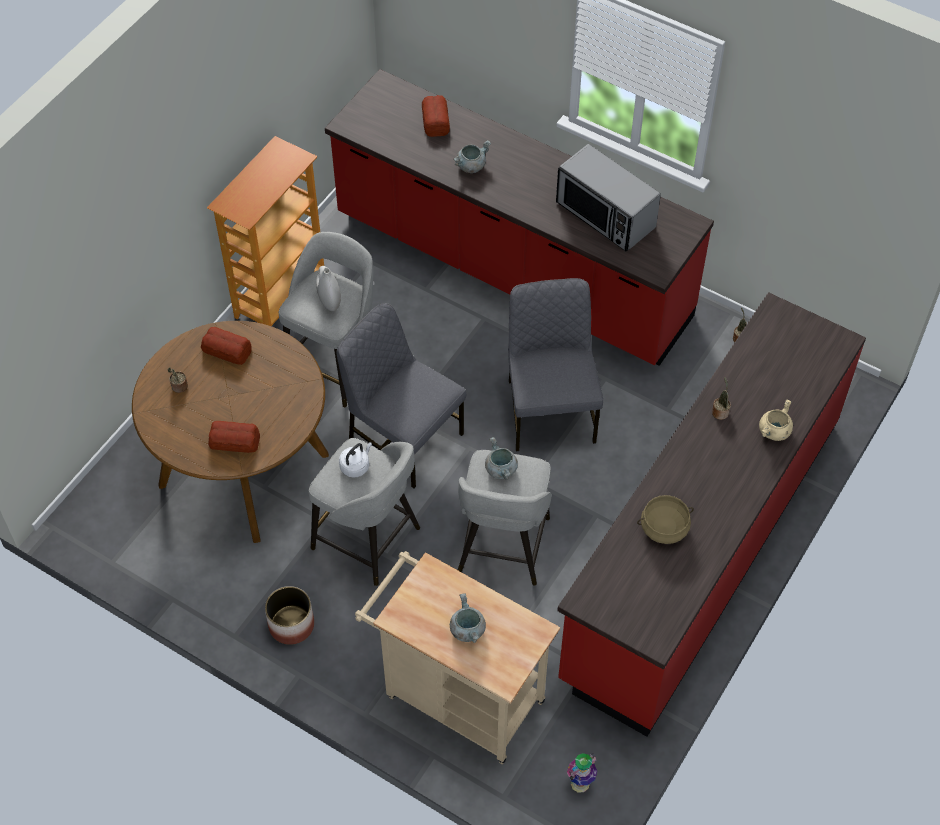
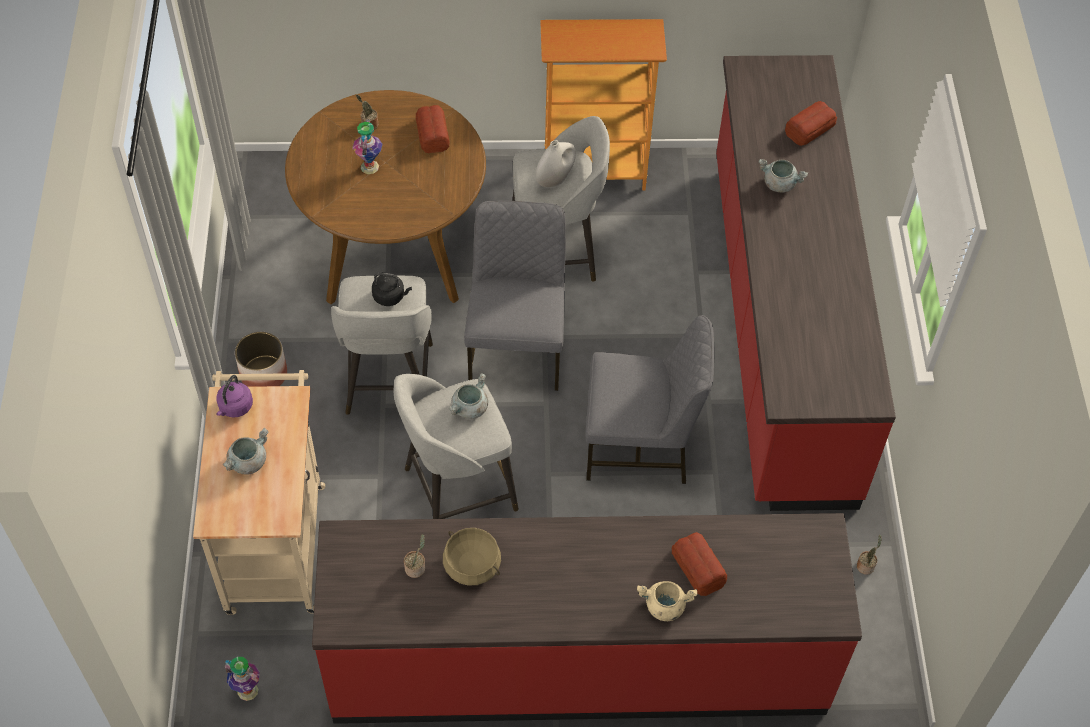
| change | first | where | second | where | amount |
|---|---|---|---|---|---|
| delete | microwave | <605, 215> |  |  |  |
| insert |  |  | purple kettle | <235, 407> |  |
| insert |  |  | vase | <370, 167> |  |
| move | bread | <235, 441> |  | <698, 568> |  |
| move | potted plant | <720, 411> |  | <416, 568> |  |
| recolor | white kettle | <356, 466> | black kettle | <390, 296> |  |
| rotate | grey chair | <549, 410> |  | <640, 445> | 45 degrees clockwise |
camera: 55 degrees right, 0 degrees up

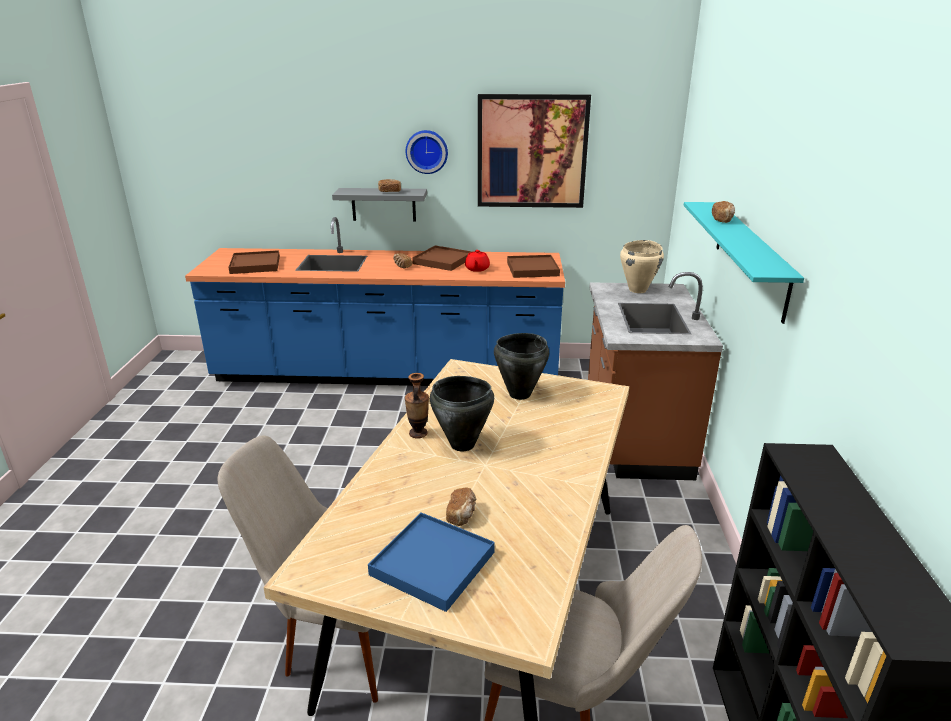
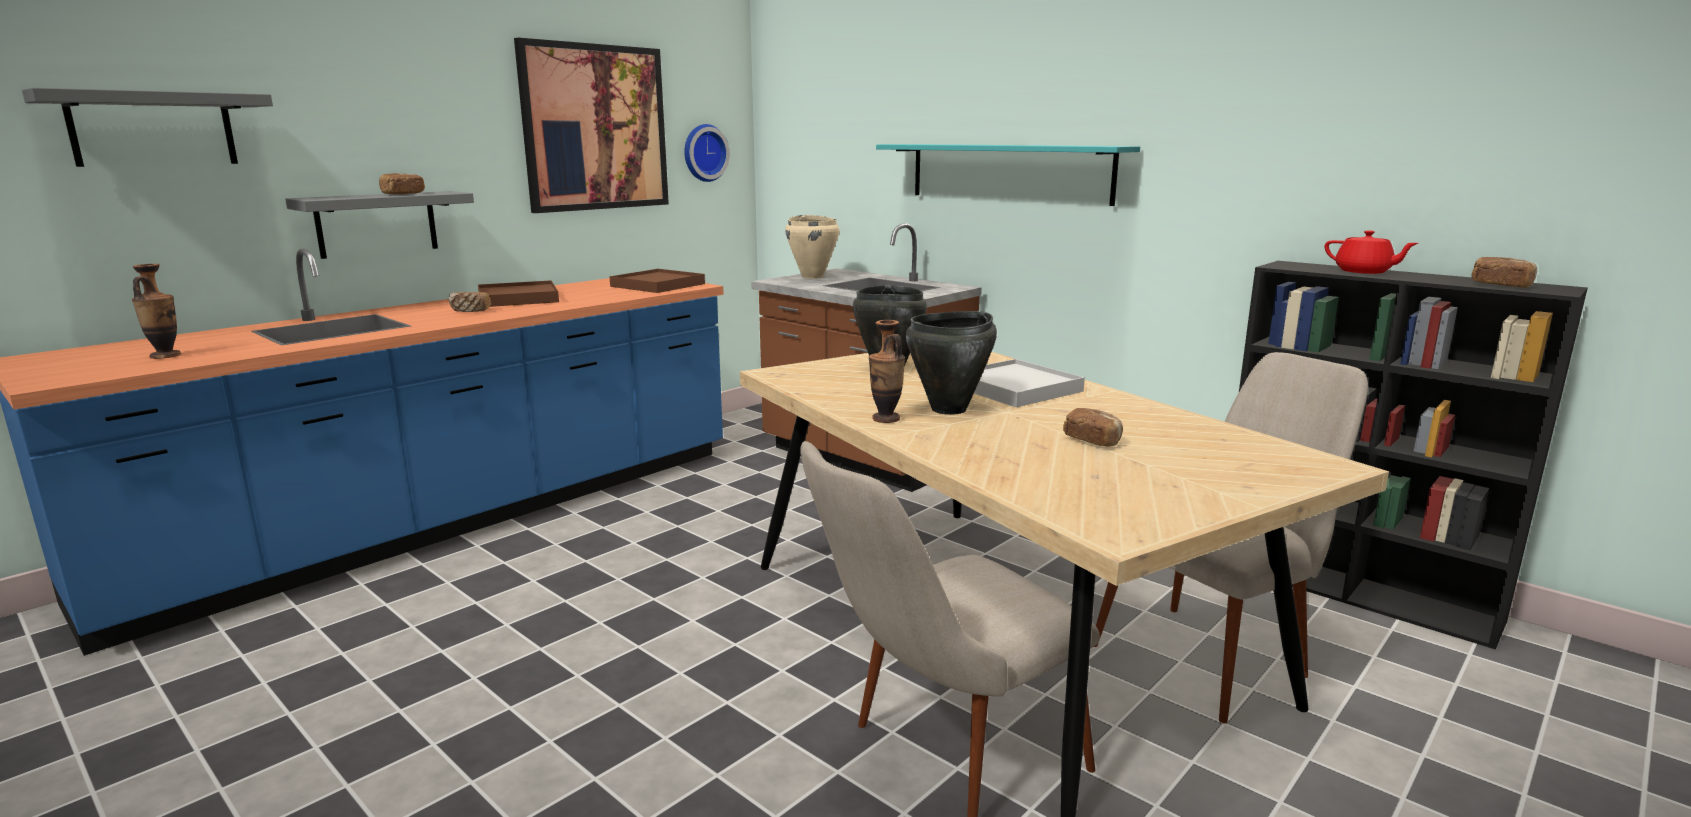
| change | first | where | second | where | amount |
|---|---|---|---|---|---|
| delete | blue tray | <433, 563> |  |  |  |
| insert |  |  | grey shelf | <153, 129> |  |
| insert |  |  | white tray | <1015, 388> |  |
| move | wall clock | <427, 151> |  | <703, 153> |  |
| move | red teapot | <477, 269> |  | <1364, 272> |  |
| move | bread | <722, 219> |  | <1500, 285> |  |
| replace | brown tray | <255, 265> | vase | <165, 356> |  |
camera: 50 degrees left, 10 degrees down

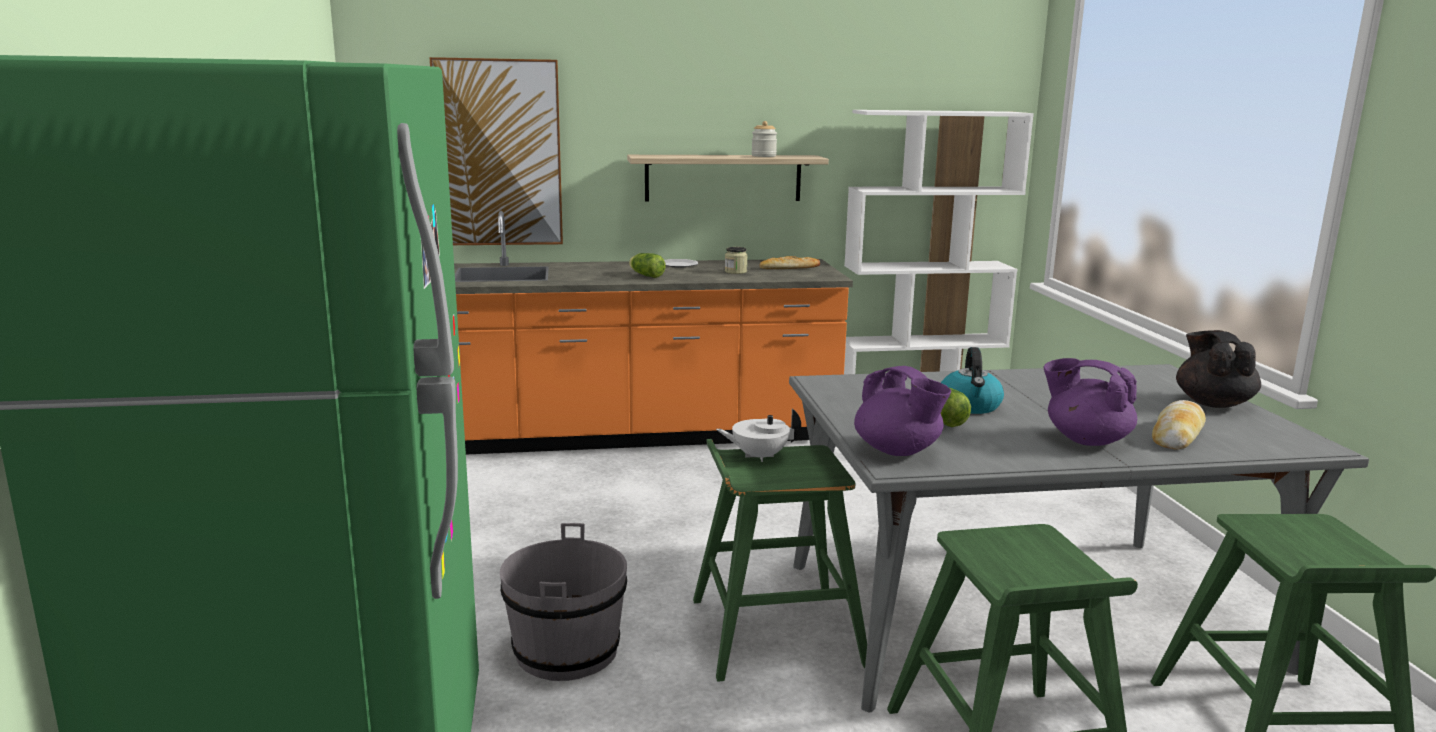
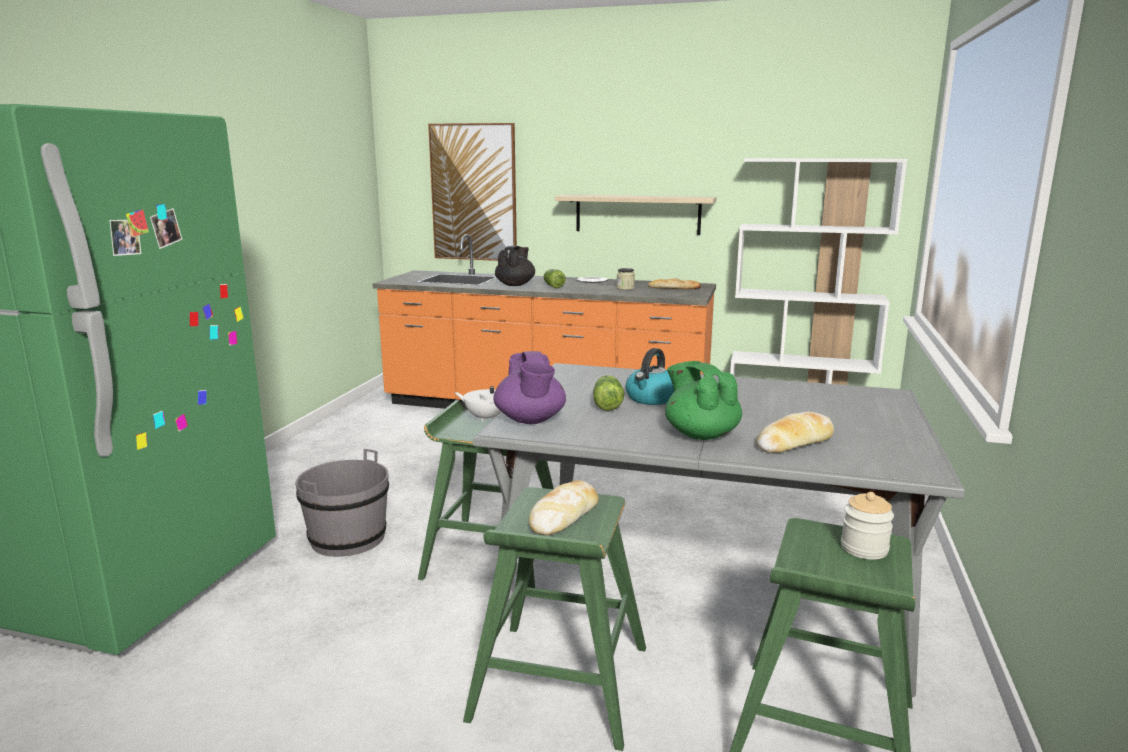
| change | first | where | second | where | amount |
|---|---|---|---|---|---|
| insert |  |  | bread | <564, 516> |  |
| move | jar | <763, 156> |  | <864, 549> |  |
| move | black teapot | <1212, 403> |  | <515, 285> |  |
| recolor | purple teapot | <1086, 440> | green teapot | <701, 434> |  |
camera: 25 degrees right, 0 degrees up

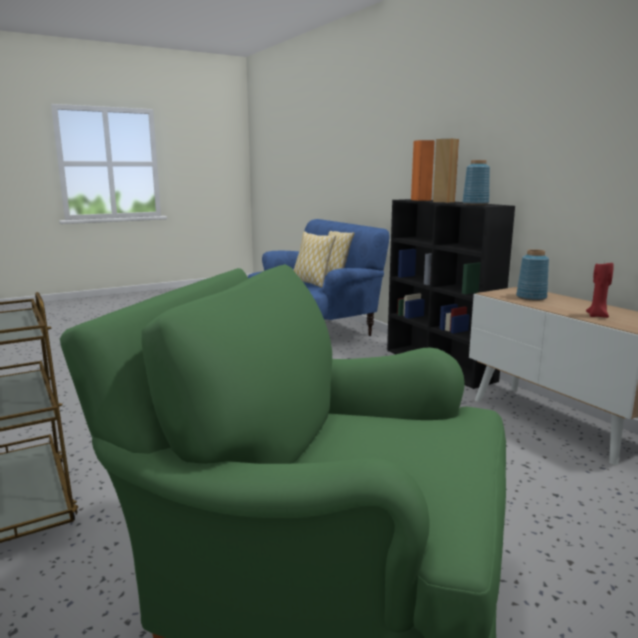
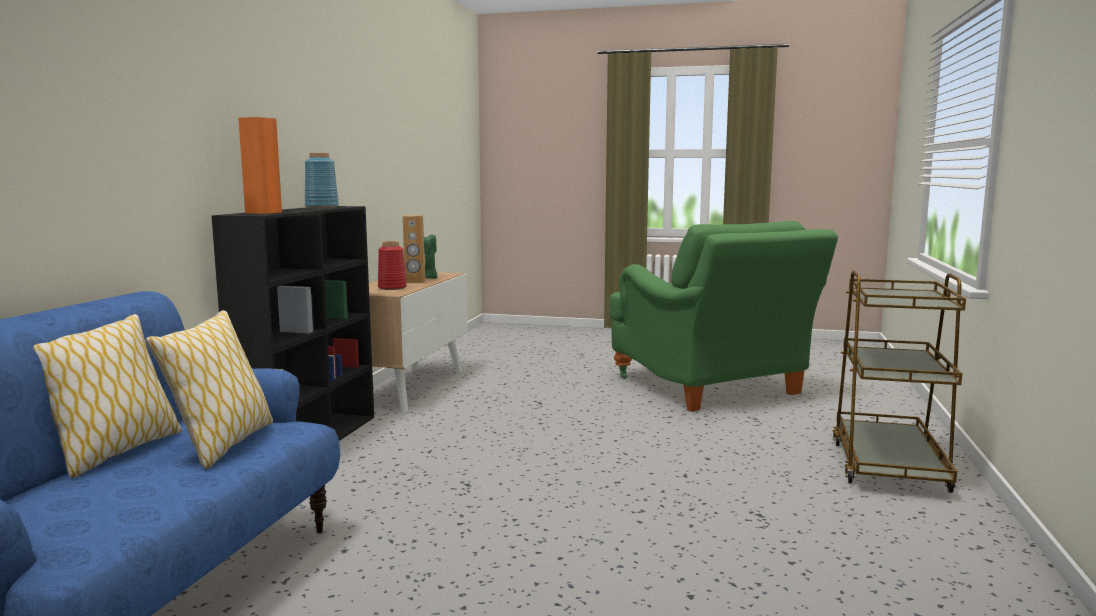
| change | first | where | second | where | amount |
|---|---|---|---|---|---|
| move | brown speaker | <443, 202> |  | <415, 281> |  |
| recolor | blue vase | <530, 297> | red vase | <392, 288> |  |
| recolor | red candle | <597, 316> | green candle | <429, 278> |  |
camera: 135 degrees left, 5 degrees down

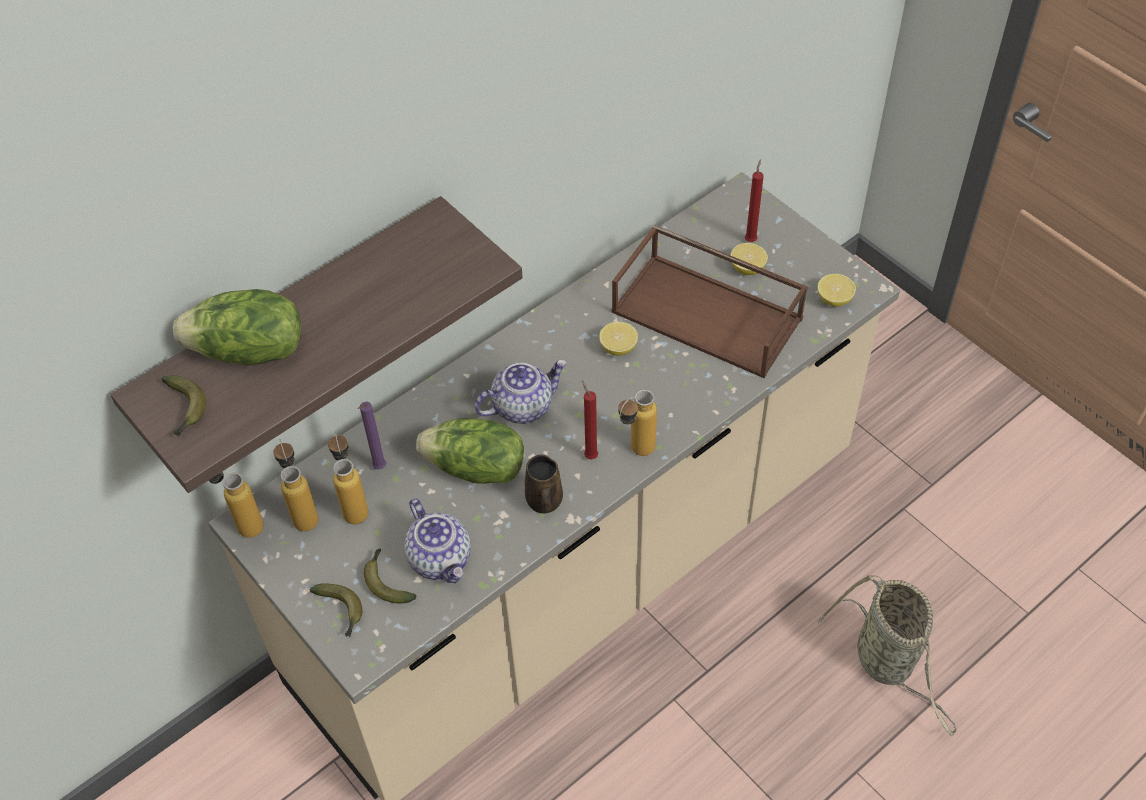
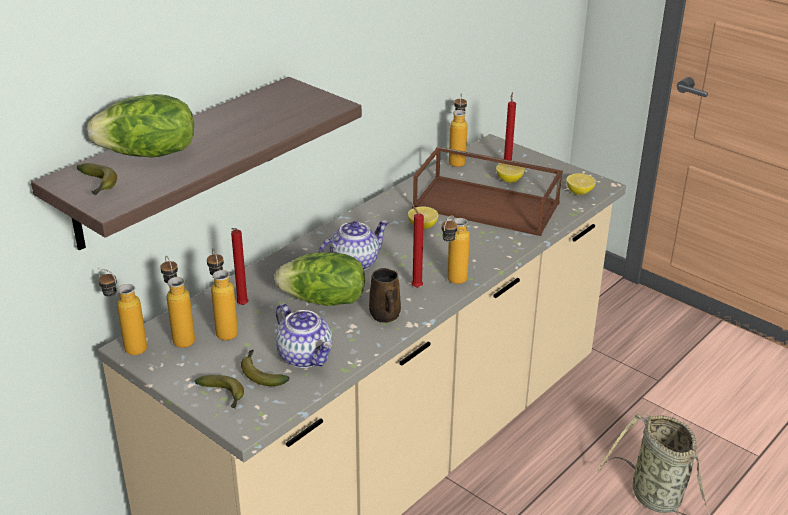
| change | first | where | second | where | amount |
|---|---|---|---|---|---|
| insert |  |  | bottle | <457, 160> |  |
| recolor | purple candle | <378, 468> | red candle | <241, 306> |  |
camera: 10 degrees left, 20 degrees down

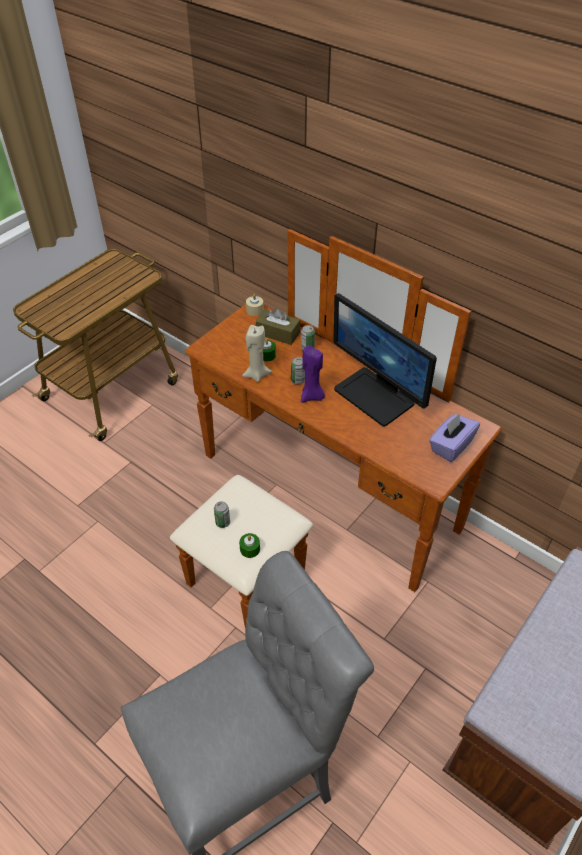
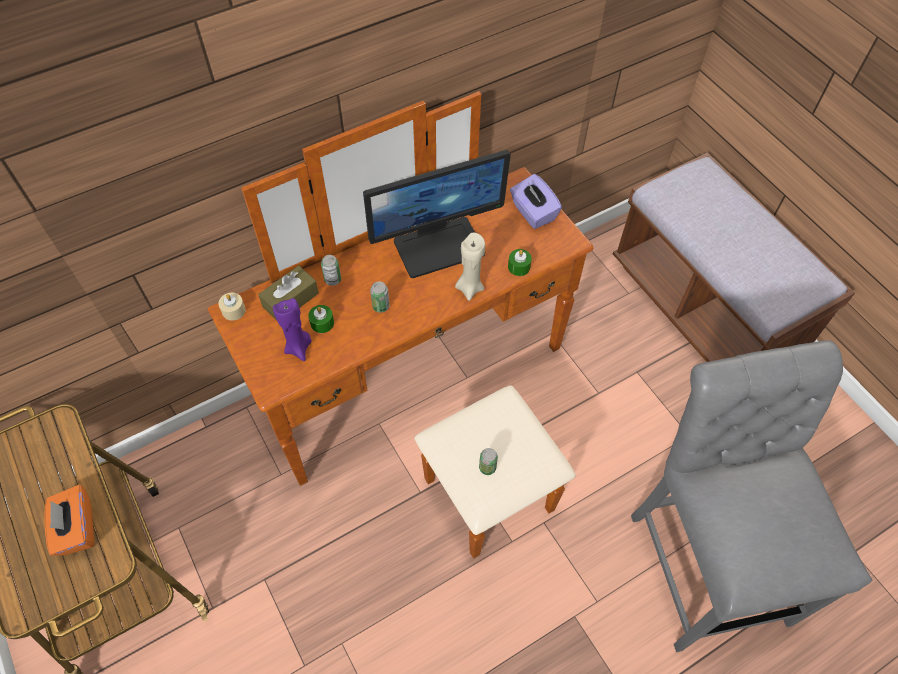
| change | first | where | second | where | amount |
|---|---|---|---|---|---|
| insert |  |  | orange tissue box | <76, 529> |  |
| move | green candle | <250, 549> |  | <519, 267> |  |
| move | beige candle | <256, 374> |  | <469, 287> |  |
| move | purple candle | <312, 396> |  | <298, 347> |  |
camera: 70 degrees left, 10 degrees up

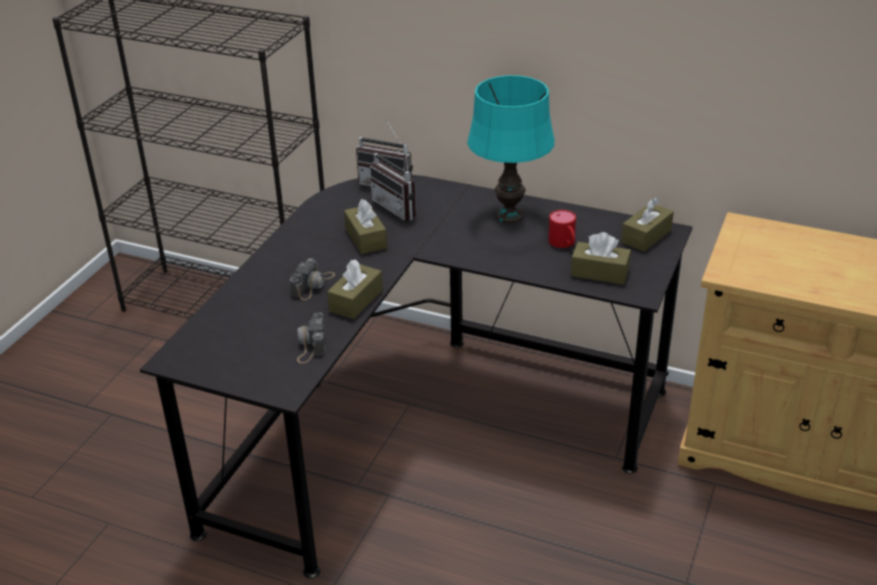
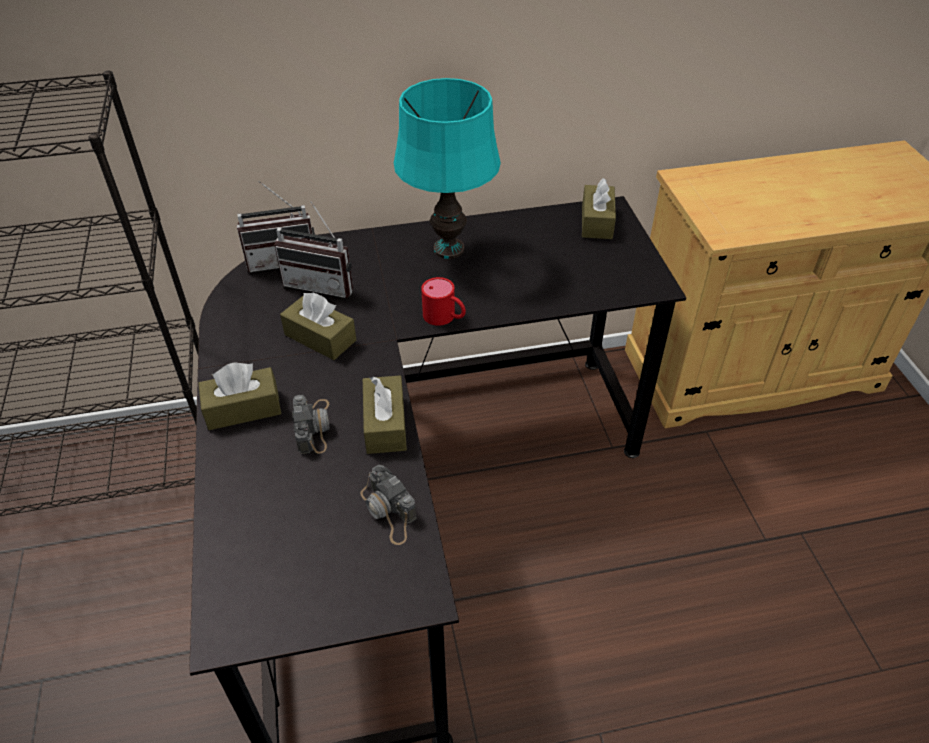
| change | first | where | second | where | amount |
|---|---|---|---|---|---|
| move | red mug | <564, 243> |  | <445, 317> |  |
| move | brown tissue box | <599, 272> |  | <243, 409> |  |
camera: 35 degrees left, 10 degrees up

